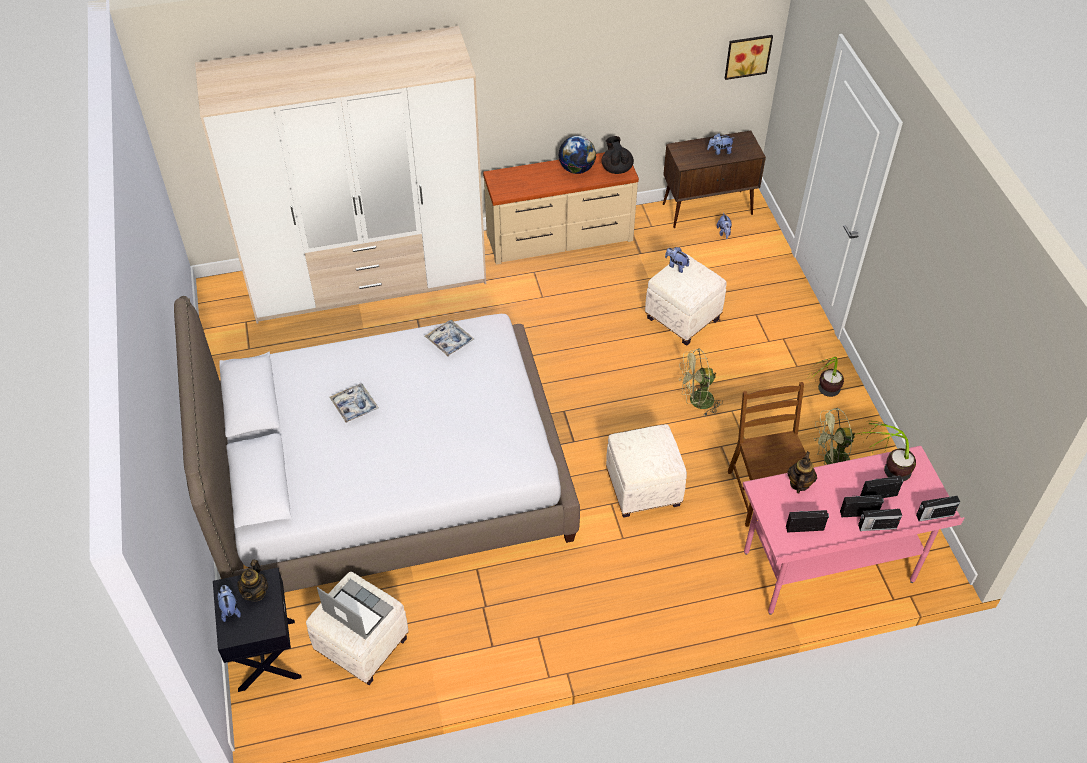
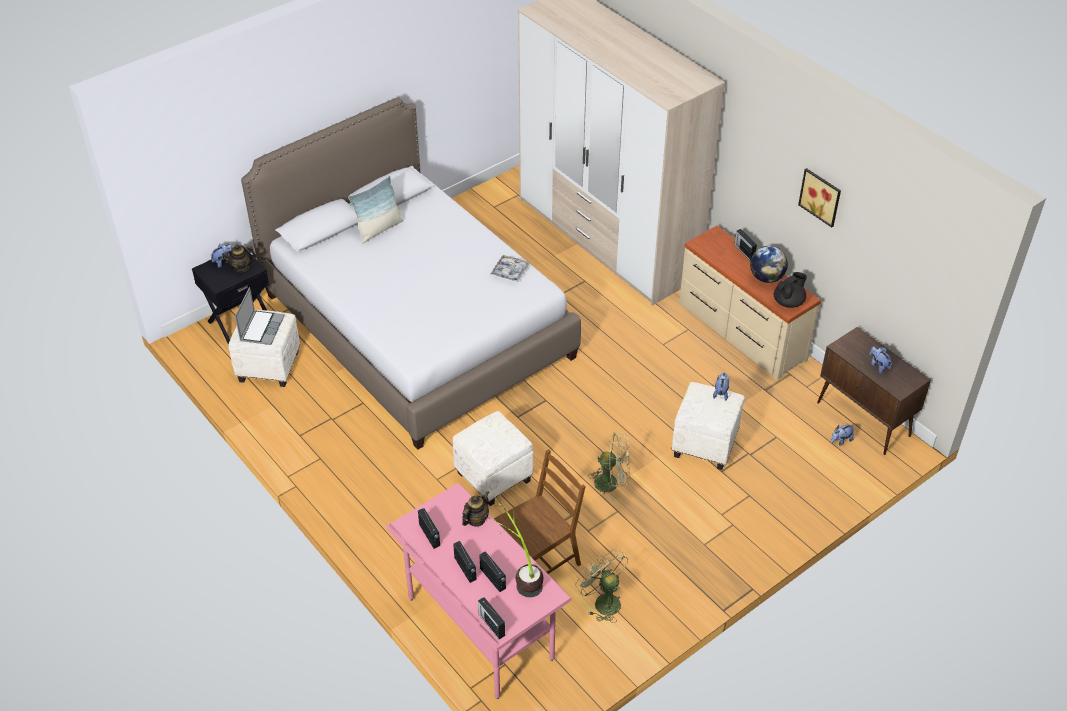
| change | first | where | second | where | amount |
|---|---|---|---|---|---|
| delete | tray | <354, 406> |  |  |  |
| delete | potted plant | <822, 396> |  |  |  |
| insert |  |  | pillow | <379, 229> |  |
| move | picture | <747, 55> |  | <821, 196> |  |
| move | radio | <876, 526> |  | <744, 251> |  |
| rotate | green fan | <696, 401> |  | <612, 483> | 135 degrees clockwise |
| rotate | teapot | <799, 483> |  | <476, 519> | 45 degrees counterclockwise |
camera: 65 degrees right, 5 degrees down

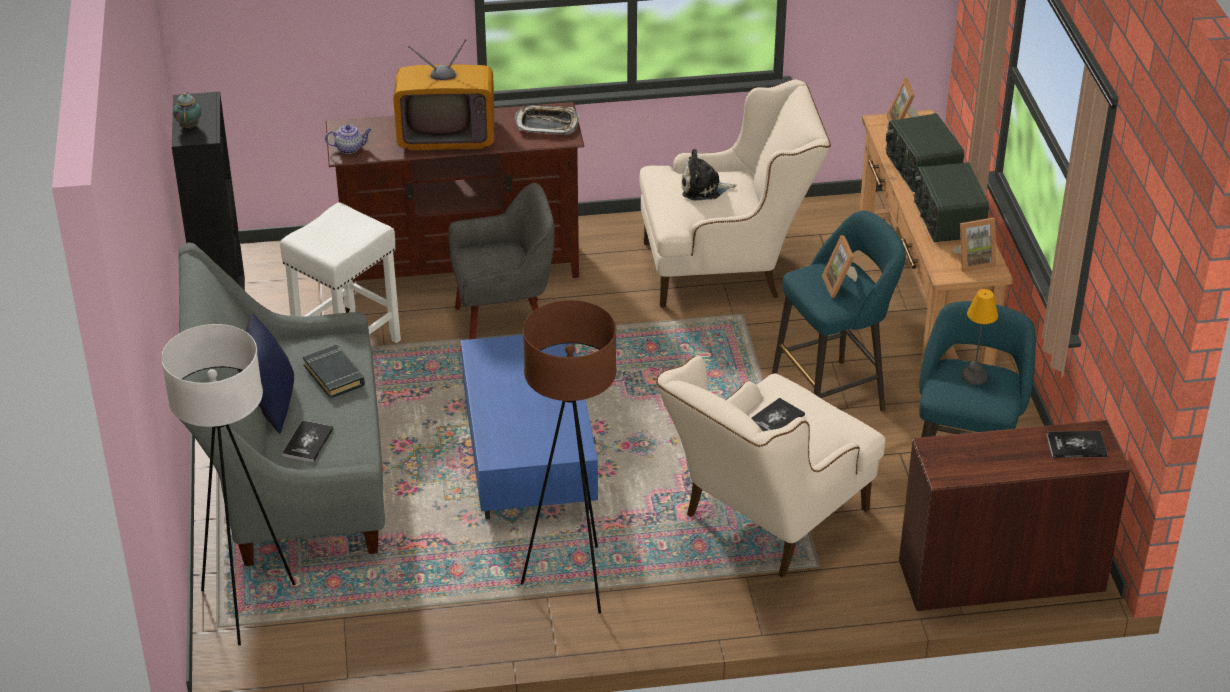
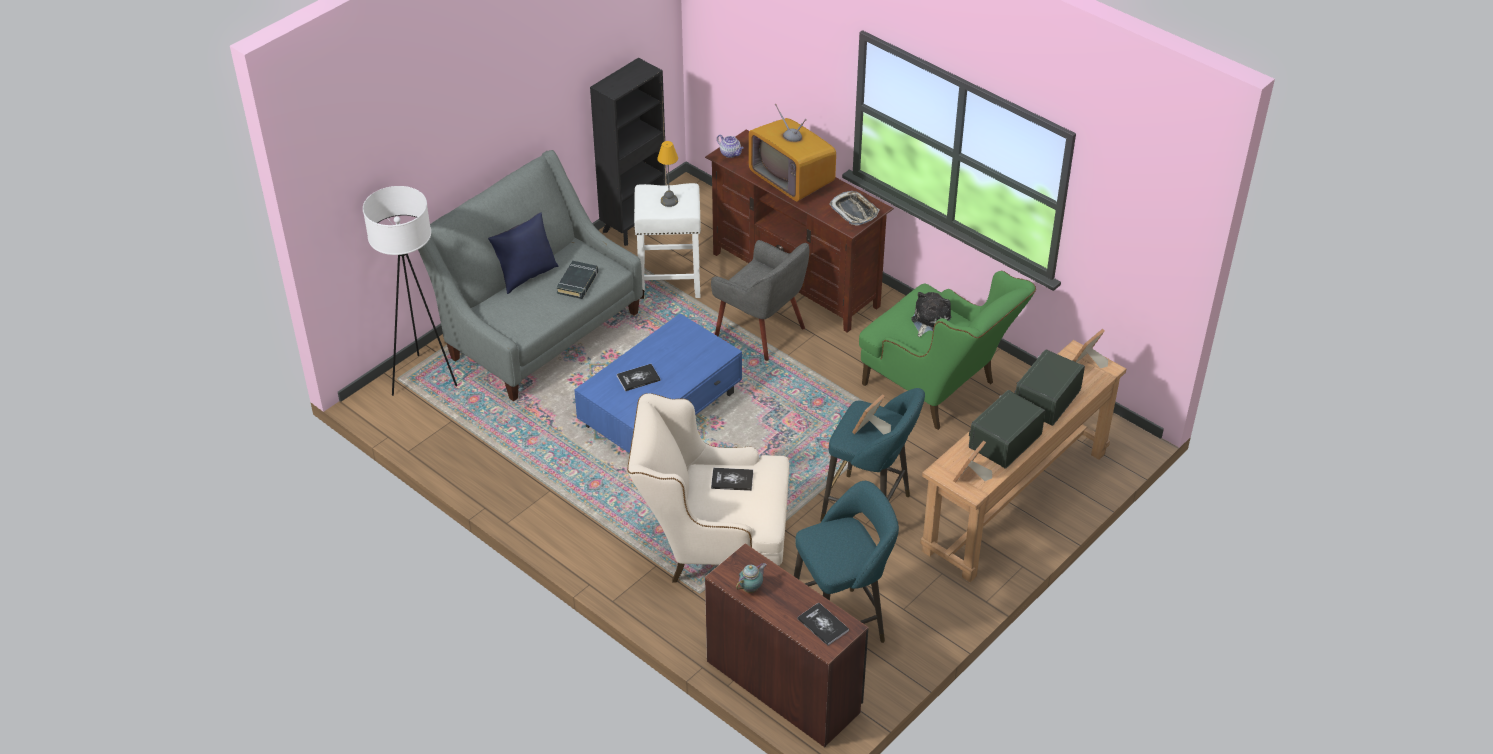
| change | first | where | second | where | amount |
|---|---|---|---|---|---|
| delete | brown floor lamp | <573, 580> |  |  |  |
| move | teapot | <189, 125> |  | <751, 588> |  |
| move | book | <308, 442> |  | <638, 378> |  |
| move | table lamp | <973, 377> |  | <668, 201> |  |
| recolor | beige armchair | <727, 268> | green armchair | <938, 390> |  |
| rotate | plush toy | <703, 188> |  | <929, 320> | 75 degrees clockwise |
| rotate | picture frame | <973, 261> |  | <971, 477> | 90 degrees clockwise |
camera: 50 degrees right, 5 degrees up

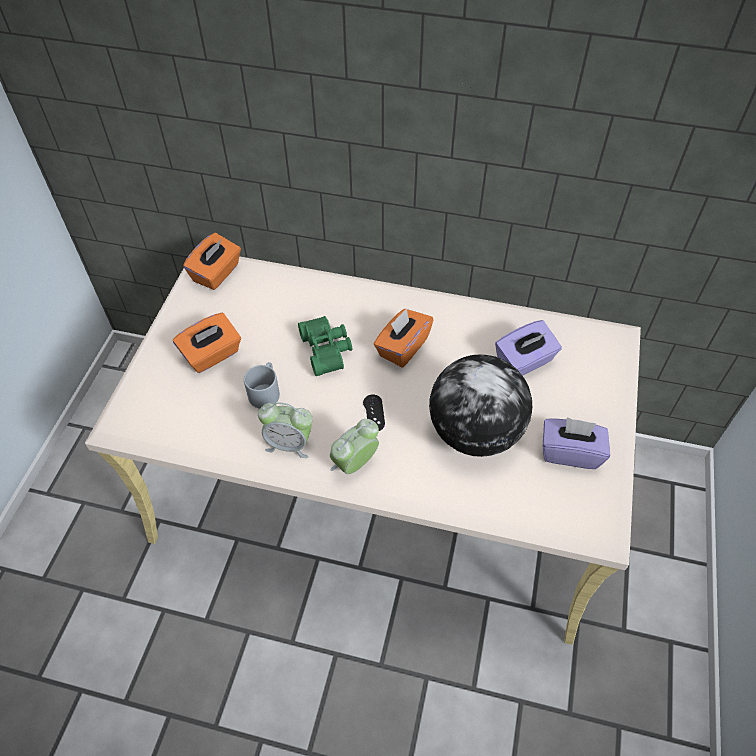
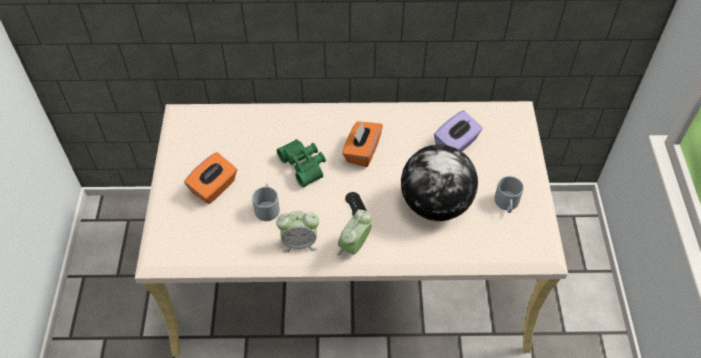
| change | first | where | second | where | amount |
|---|---|---|---|---|---|
| delete | orange tissue box | <217, 273> |  |  |  |
| replace | purple tissue box | <570, 452> | grey mug | <507, 204> |  |
camera: 15 degrees left, 0 degrees up

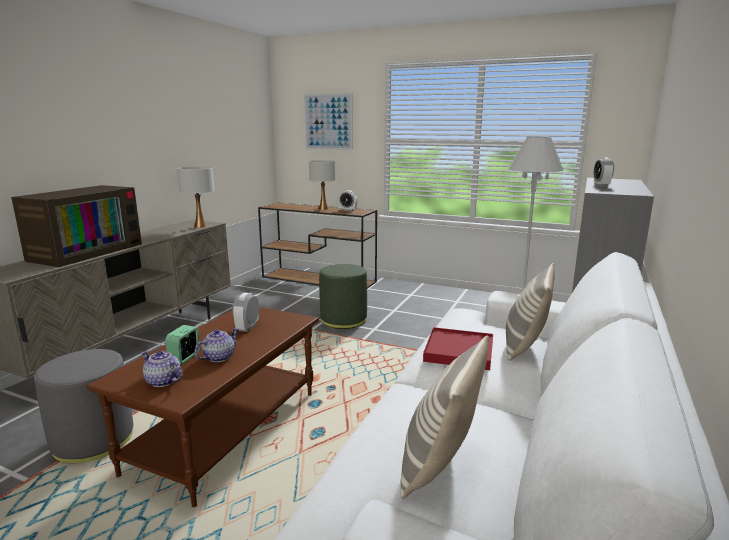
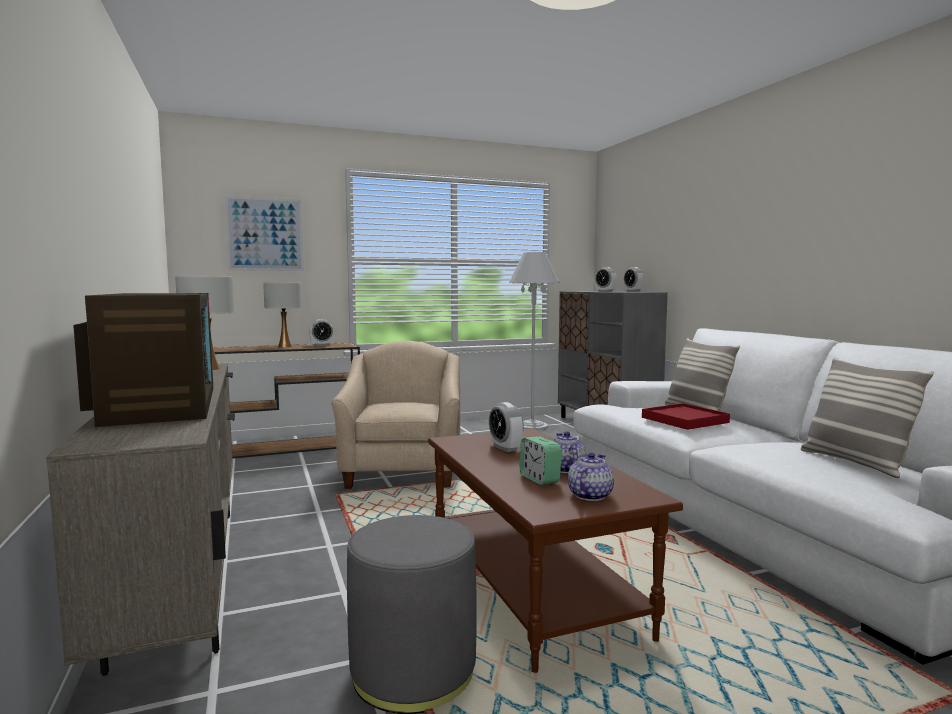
| change | first | where | second | where | amount |
|---|---|---|---|---|---|
| insert |  |  | alarm clock | <633, 291> |  |
| replace | green ottoman | <343, 319> | beige armchair | <403, 471> |  |
| rotate | teapot | <163, 381> |  | <589, 495> | 135 degrees clockwise |
camera: 45 degrees left, 10 degrees down

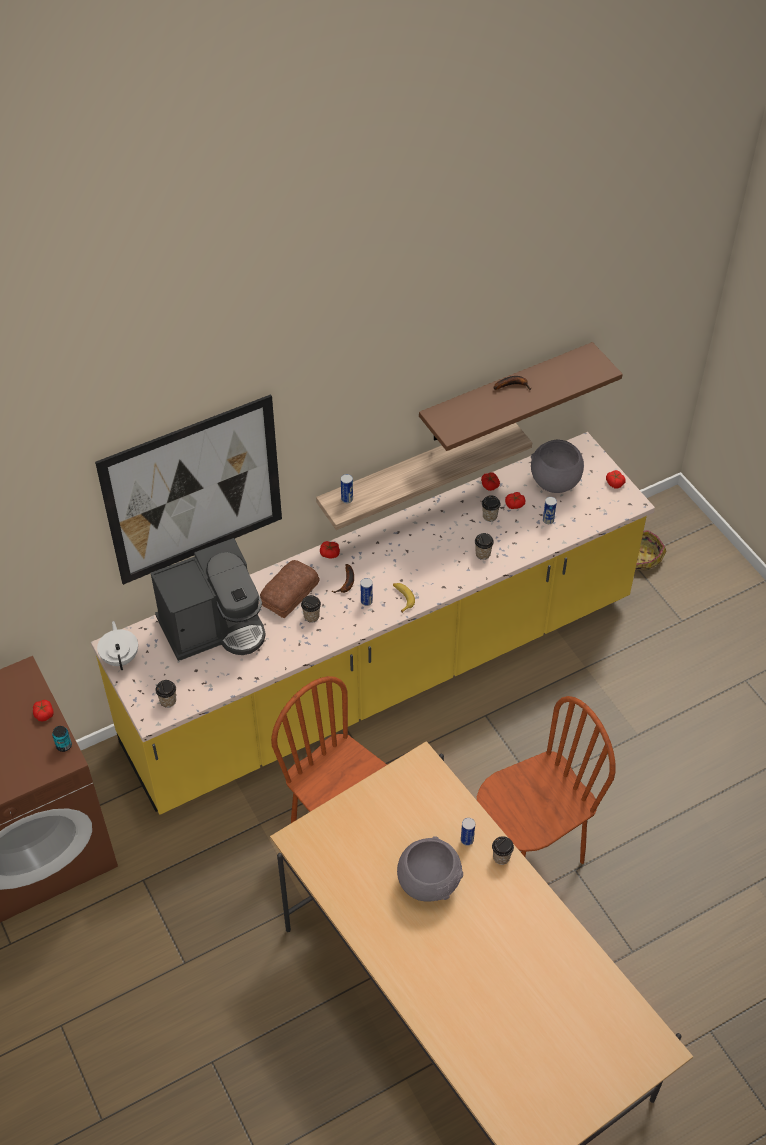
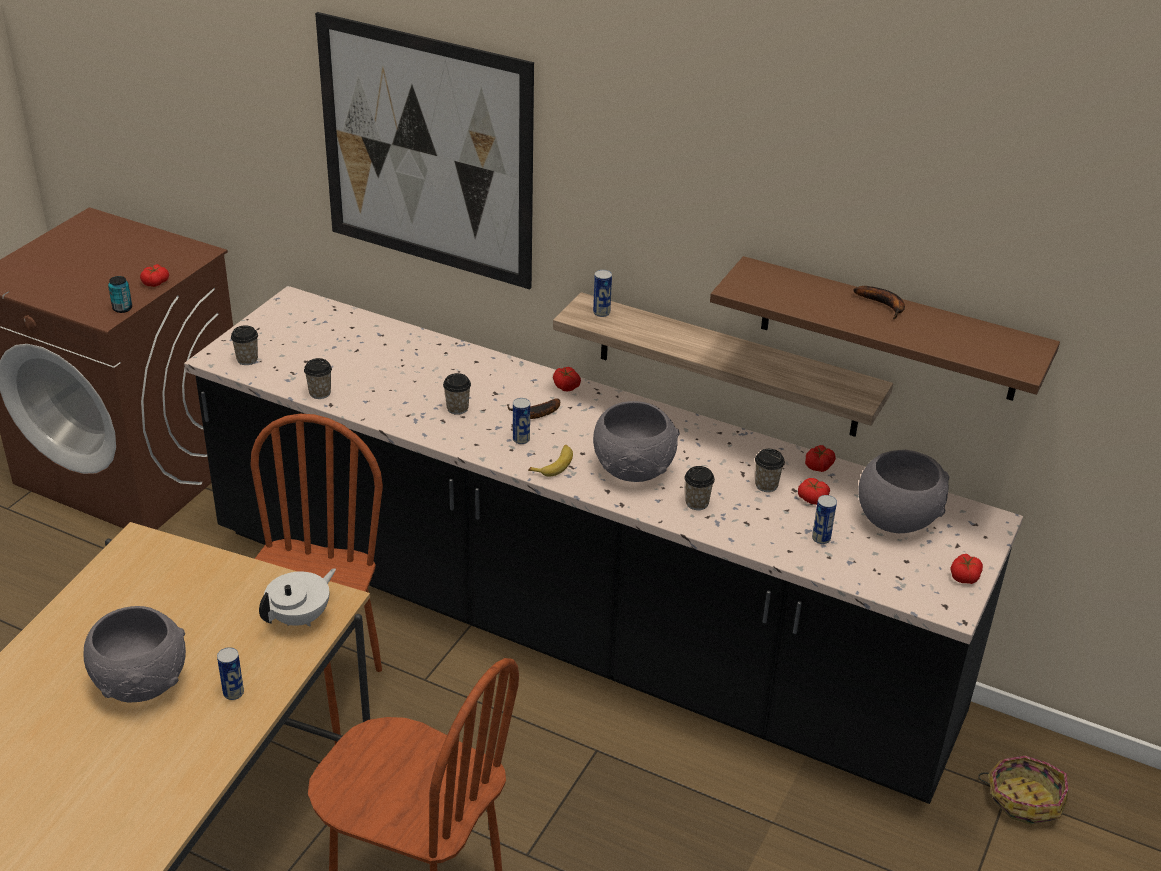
| change | first | where | second | where | amount |
|---|---|---|---|---|---|
| delete | coffee machine | <214, 627> |  |  |  |
| delete | bread | <288, 593> |  |  |  |
| insert |  |  | grey bowl | <634, 469> |  |
| move | white teapot | <120, 657> |  | <300, 617> |  |
| move | cup | <501, 857> |  | <320, 393> |  |
| recolor | yellow counter | <383, 674> | black counter | <573, 626> |  |
camera: 55 degrees right, 15 degrees down

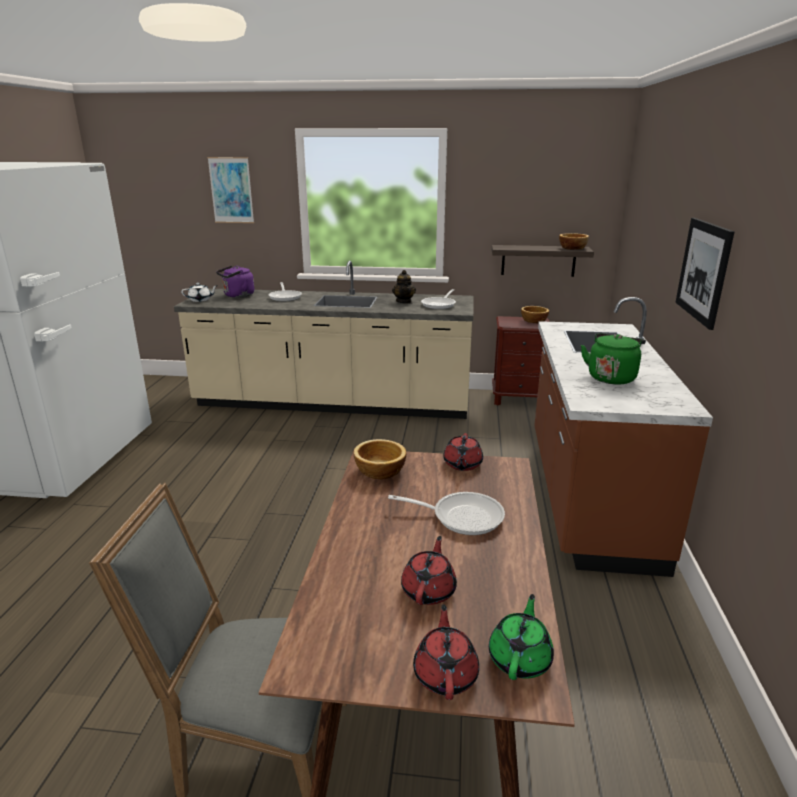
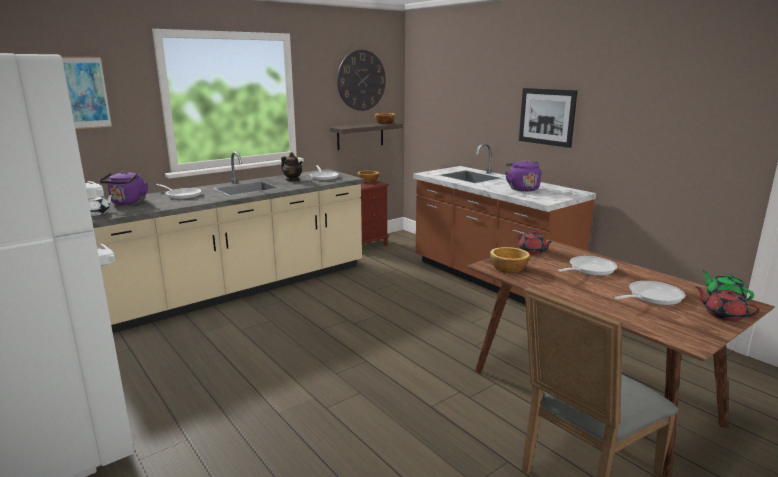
| change | first | where | second | where | amount |
|---|---|---|---|---|---|
| insert |  |  | wall clock | <361, 80> |  |
| replace | red teapot | <429, 590> | frying pan | <651, 297> |  |
| recolor | green kettle | <611, 377> | purple kettle | <522, 189> |  |
camera: 45 degrees left, 5 degrees down

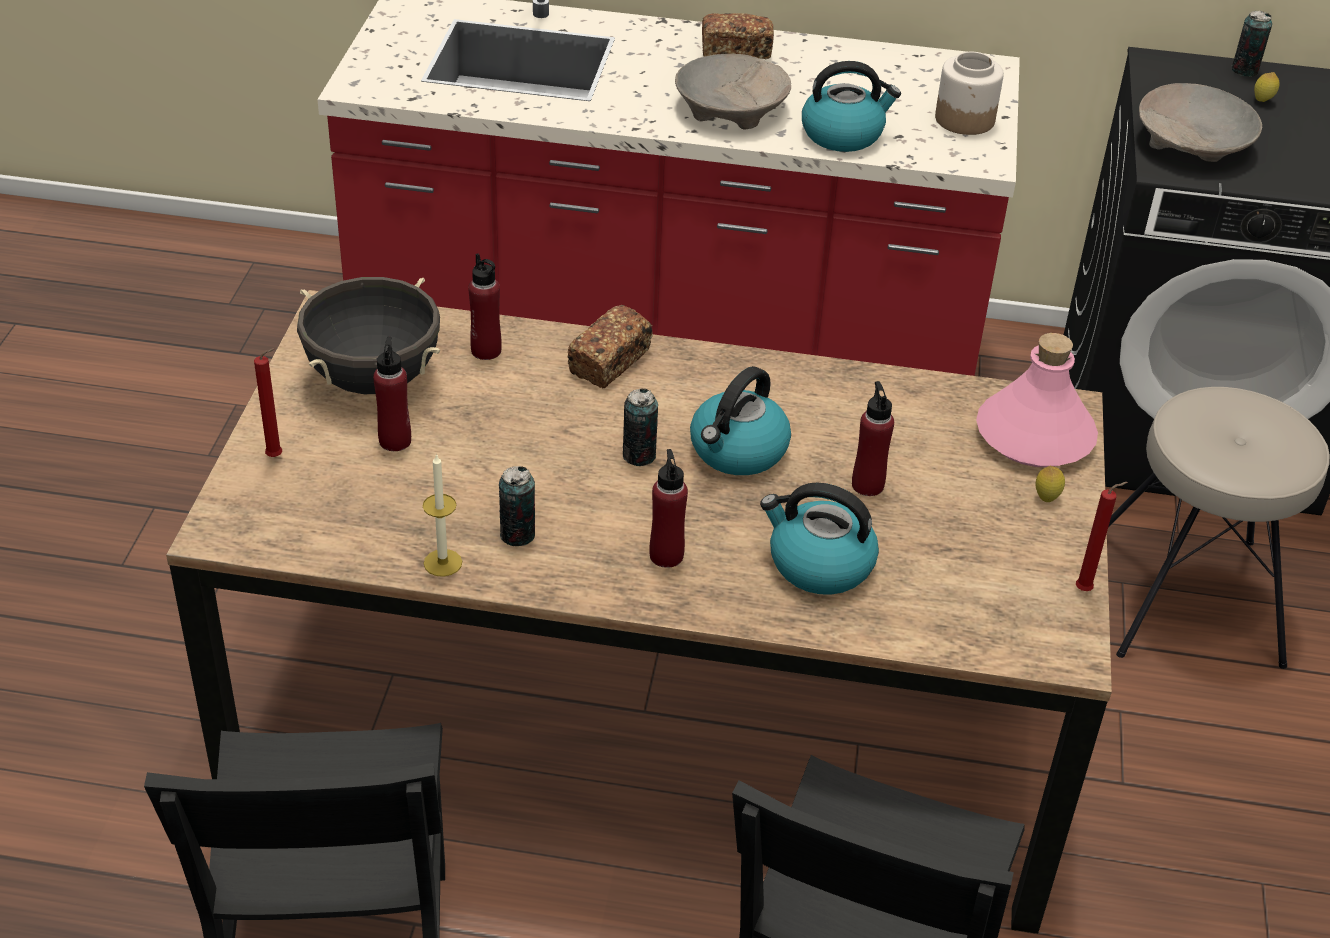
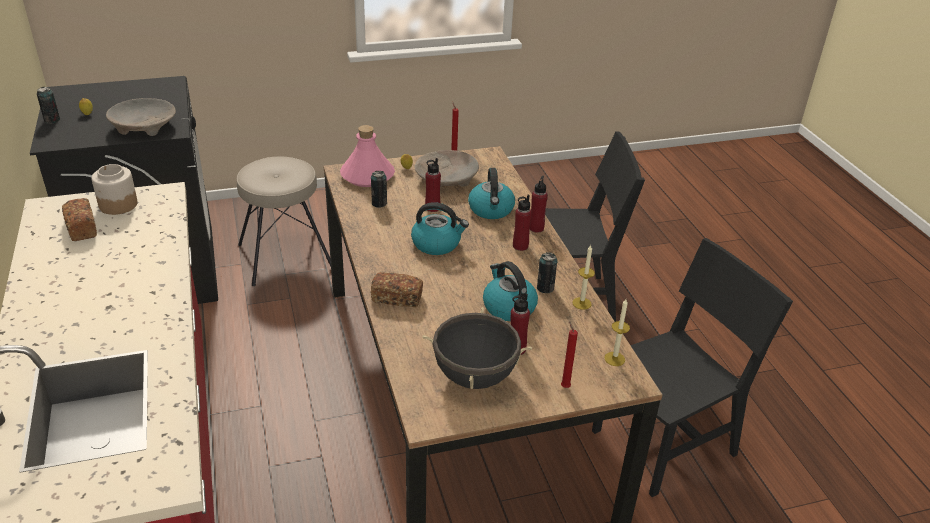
| change | first | where | second | where | amount |
|---|---|---|---|---|---|
| insert |  |  | candle | <614, 359> |  |
| move | red bottle | <486, 350> |  | <536, 228> |  |
| move | can | <639, 456> |  | <379, 203> |  |
| move | beige bowl | <730, 109> |  | <446, 180> |  |
| move | bread | <736, 51> |  | <81, 228> |  |
| move | kettle | <843, 134> |  | <508, 307> |  |
camera: 115 degrees left, 5 degrees down

